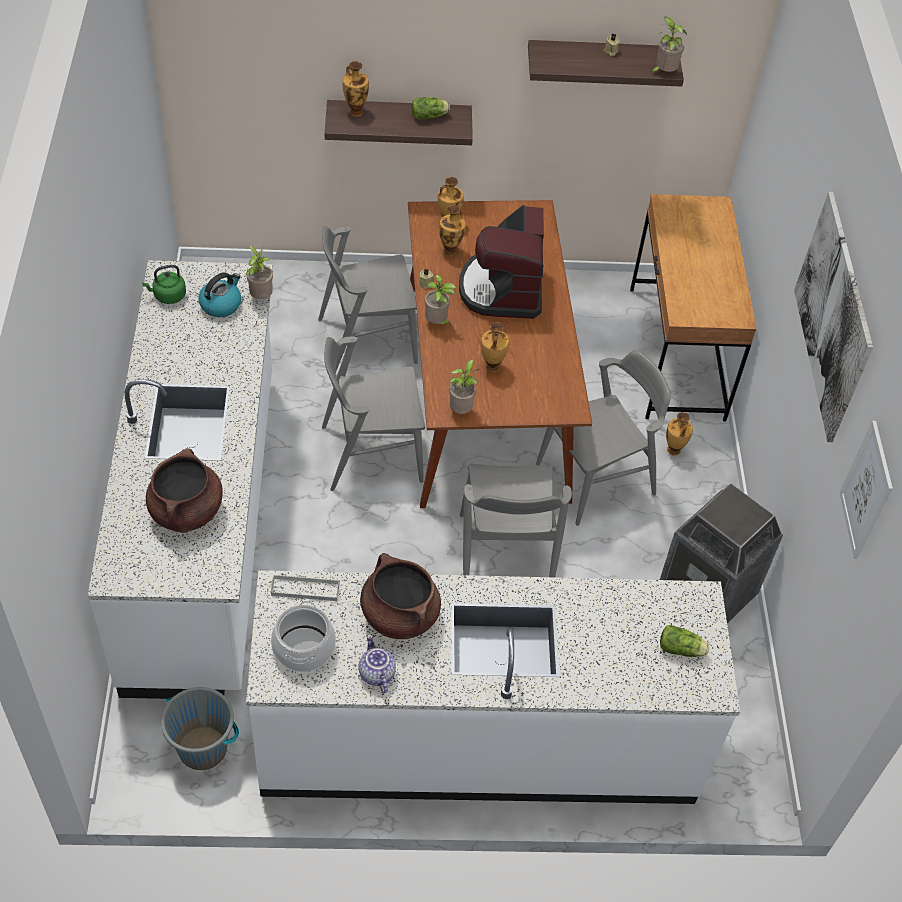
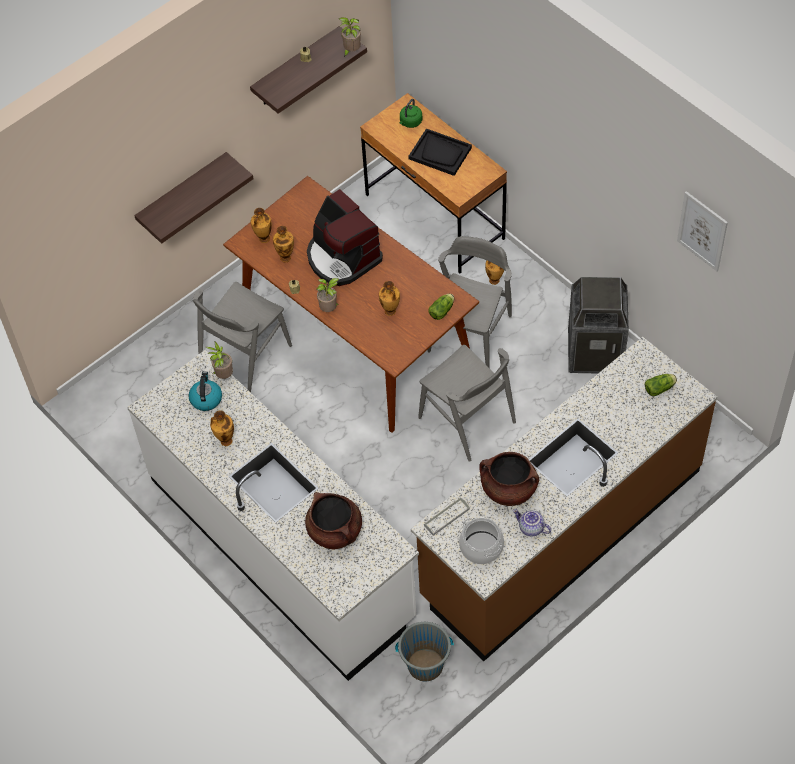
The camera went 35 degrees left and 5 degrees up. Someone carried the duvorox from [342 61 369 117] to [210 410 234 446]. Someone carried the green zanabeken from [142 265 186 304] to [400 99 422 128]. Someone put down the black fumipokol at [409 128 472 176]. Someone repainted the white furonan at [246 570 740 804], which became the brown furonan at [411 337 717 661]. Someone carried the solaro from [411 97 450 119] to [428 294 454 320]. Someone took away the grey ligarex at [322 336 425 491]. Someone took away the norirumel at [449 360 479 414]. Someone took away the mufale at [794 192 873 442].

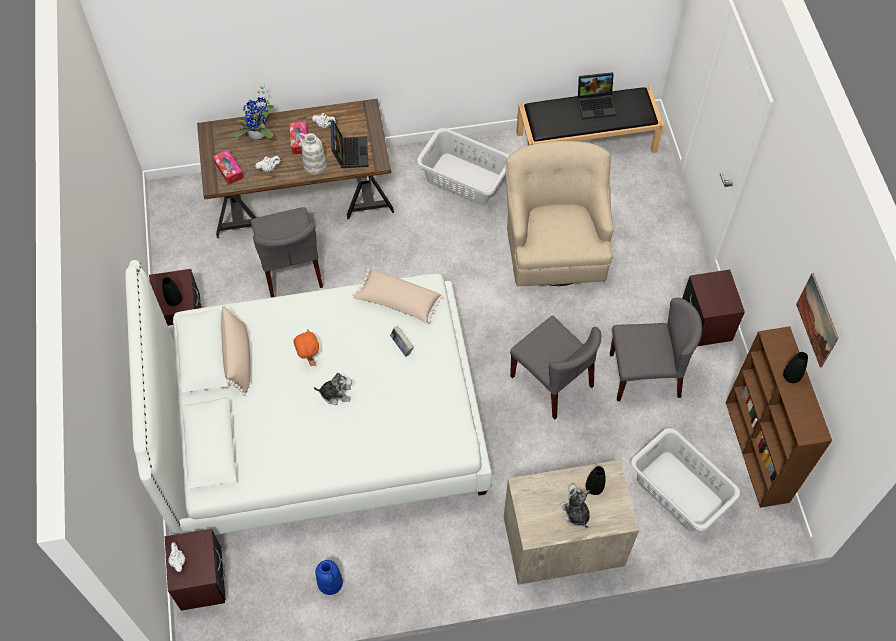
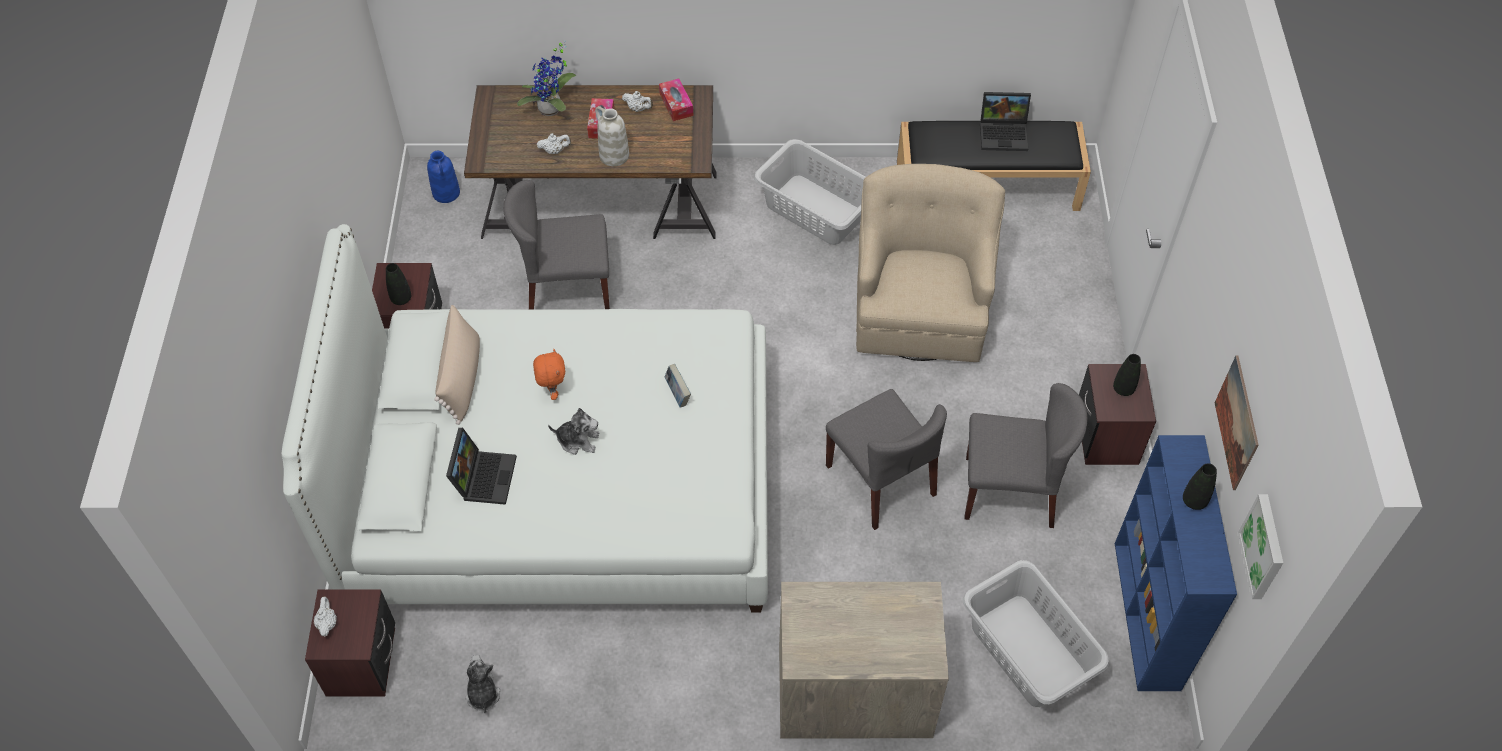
The camera went 10 degrees right and 5 degrees down. Someone carried the blue duvorox from [316 560 343 595] to [427 151 460 203]. Someone carried the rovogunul from [331 120 368 168] to [446 428 517 505]. Someone carried the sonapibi from [560 484 590 528] to [465 655 500 714]. Someone rotated the grey ligarex at [251 207 323 298] by 90 degrees clockwise. Someone carried the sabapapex from [213 150 244 185] to [659 79 693 121]. Someone carried the black duvorox from [586 466 606 495] to [1113 354 1141 396]. Someone repainted the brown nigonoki at [726 326 832 508], which became the blue nigonoki at [1115 435 1237 691]. Someone put up the mufale at [1238 494 1283 599]. Someone took away the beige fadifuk at [353 269 443 323].

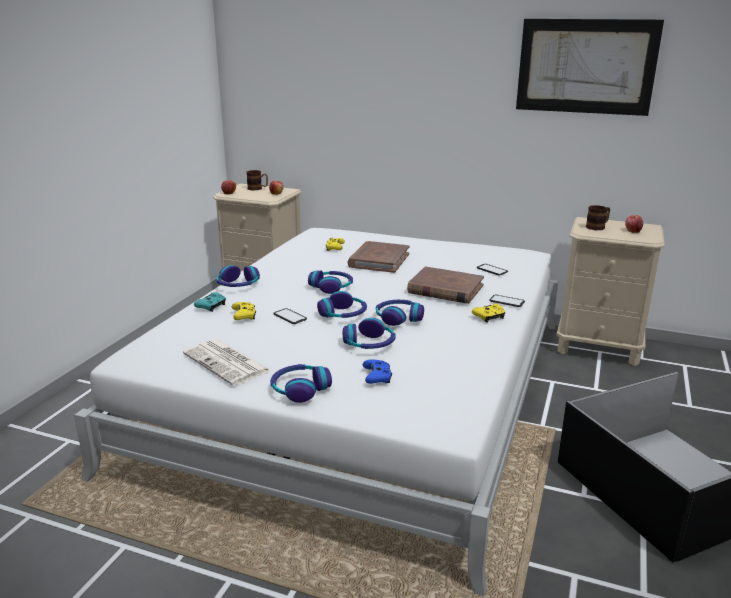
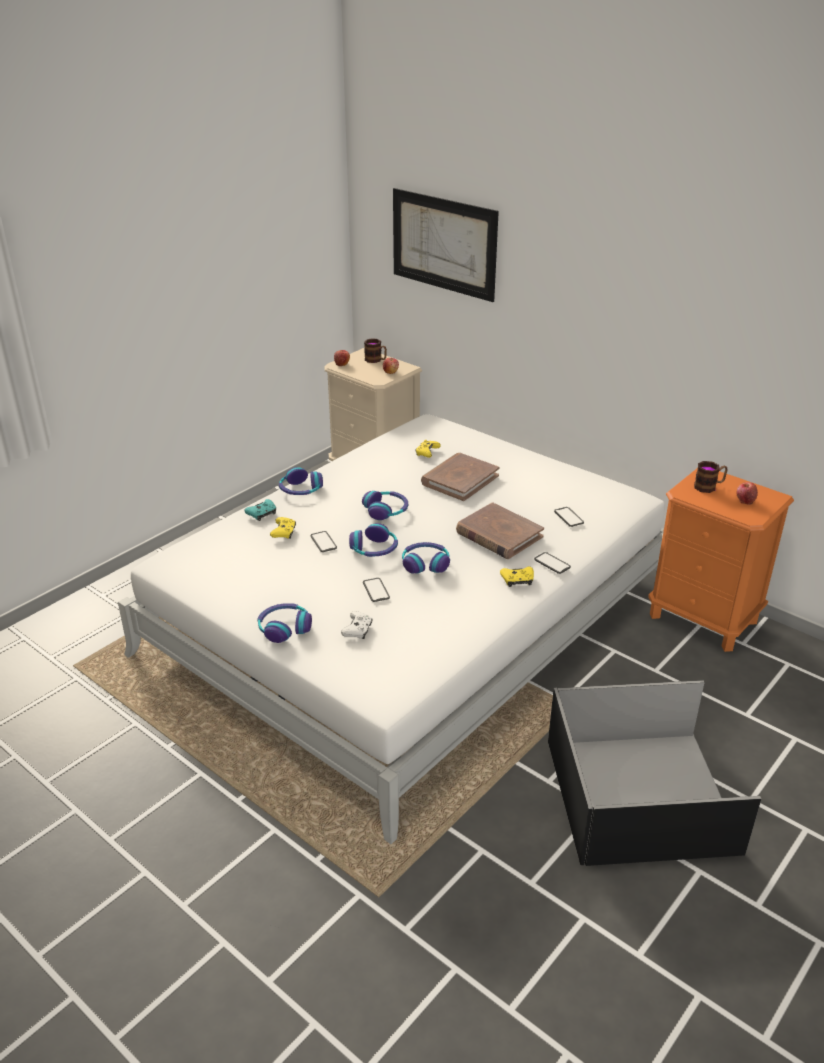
The camera went 20 degrees right and 10 degrees up. Someone repainted the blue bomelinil at [363 359 392 384], which became the white bomelinil at [341 611 372 639]. Someone swapped the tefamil at [343 318 395 349] for the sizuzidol at [363 578 390 602]. Someone carried the mufale from [516 19 664 116] to [393 188 499 302]. Someone repainted the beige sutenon at [556 217 665 366], which became the orange sutenon at [648 468 794 652]. Someone took away the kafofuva at [183 339 271 386].

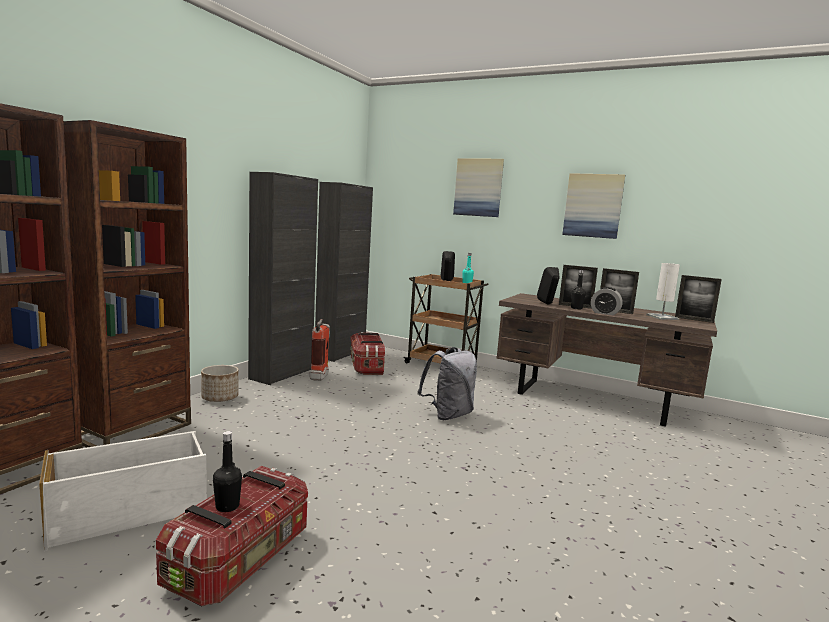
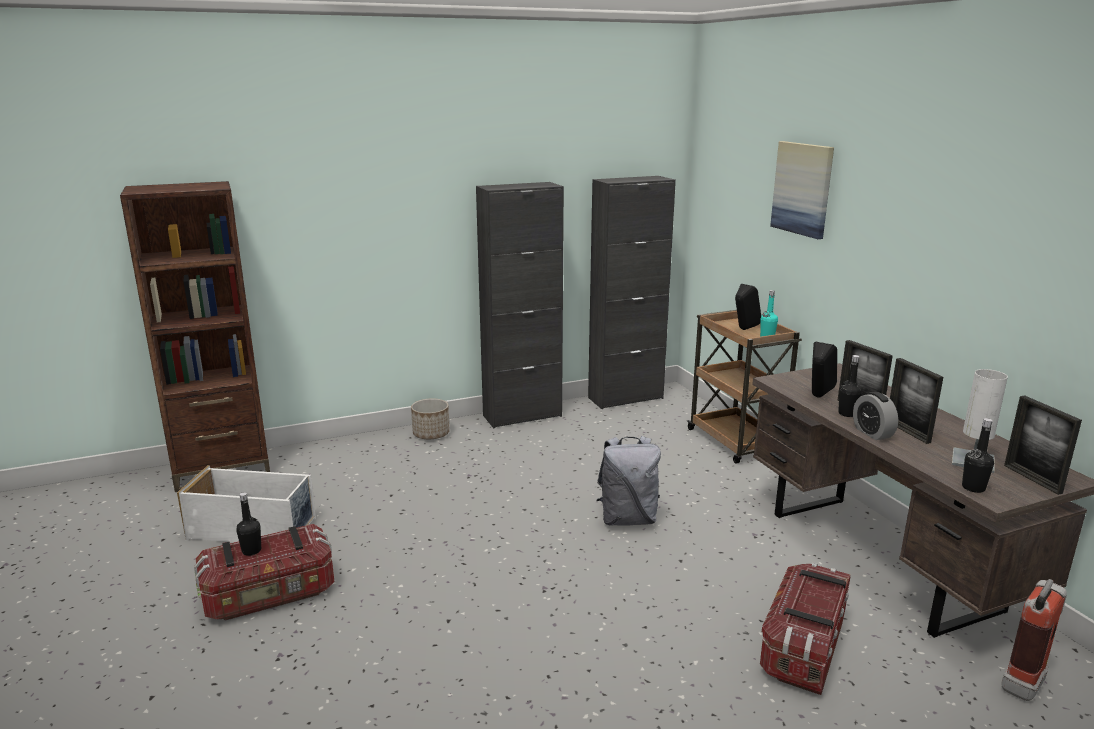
The camera went 40 degrees right and 10 degrees up. Someone carried the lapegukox from [350 332 385 375] to [760 563 850 695]. Someone put down the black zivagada at [962 418 994 493]. Someone carried the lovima from [310 319 330 381] to [1001 579 1067 701]. Someone took away the brown nigonoki at [63 120 191 448]. Someone took away the mufale at [562 173 625 239].

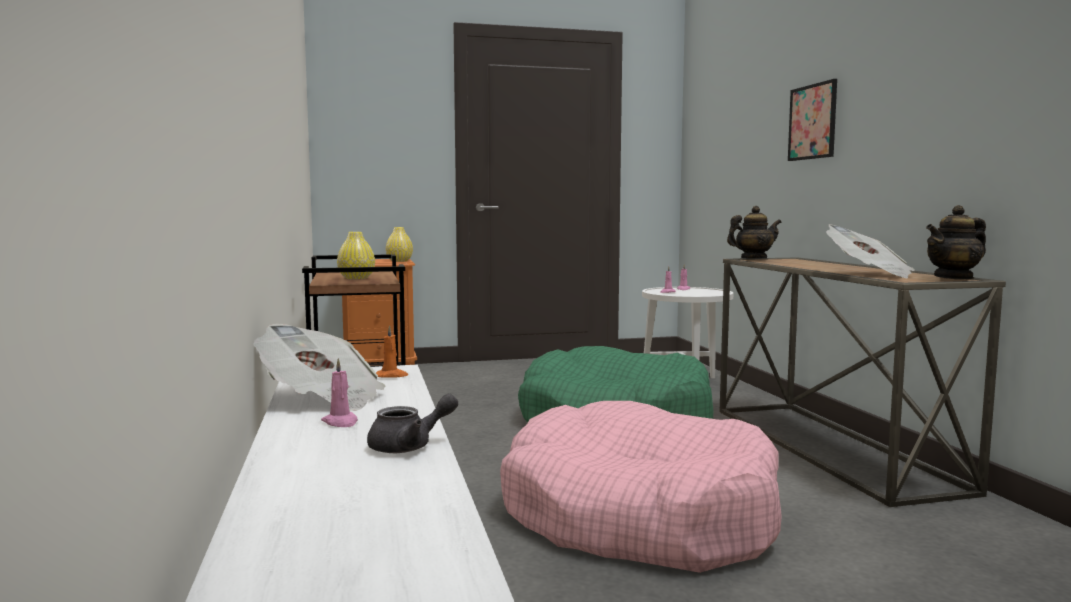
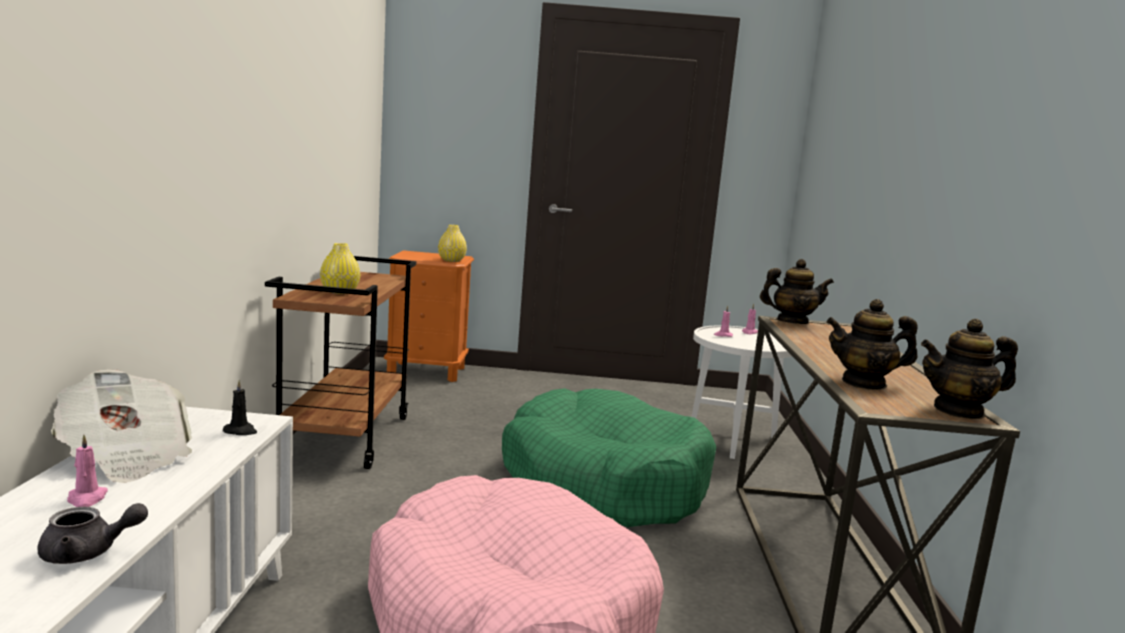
The camera went 15 degrees right and 5 degrees up. Someone repainted the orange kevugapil at [376 325 408 378], which became the black kevugapil at [223 380 257 435]. Someone swapped the kafofuva at [826 224 915 278] for the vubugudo at [826 299 918 390]. Someone took away the mufale at [788 79 837 161].

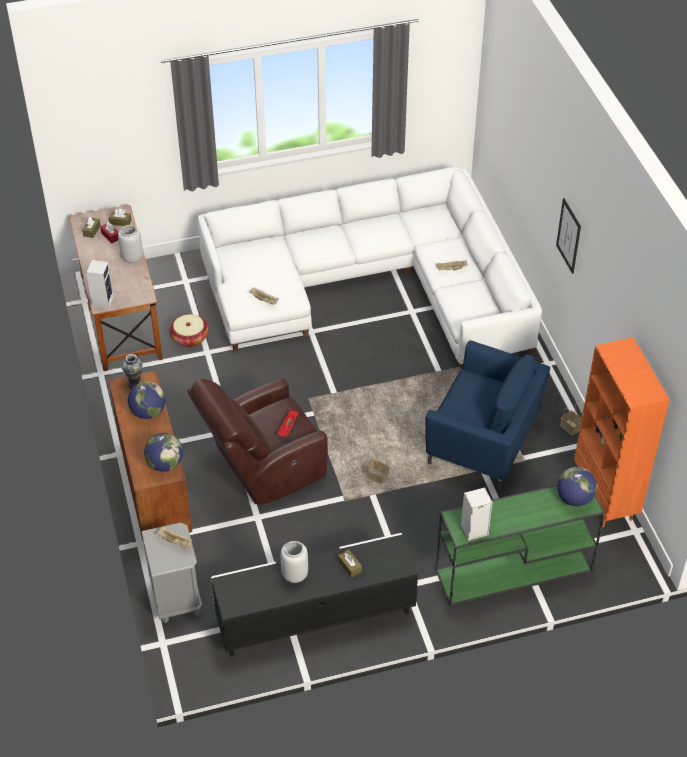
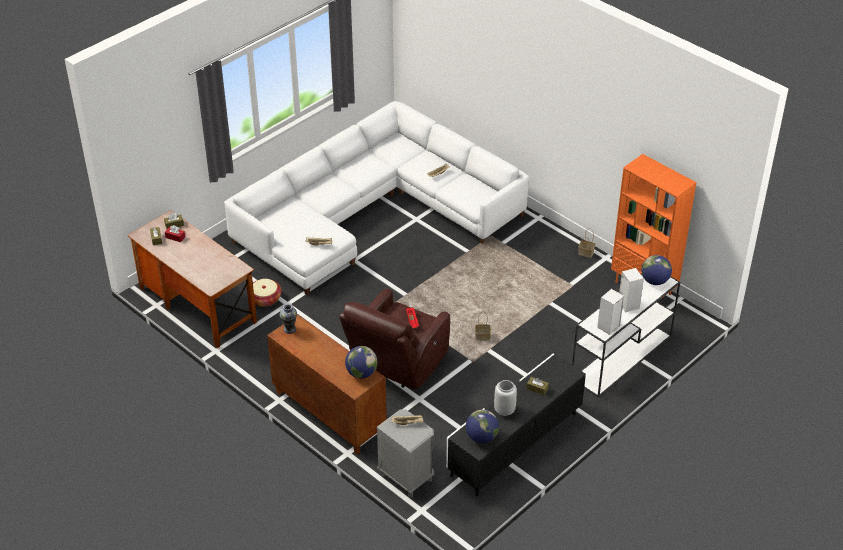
The camera went 30 degrees left and 5 degrees down. Someone carried the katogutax from [128 381 166 419] to [466 410 499 443]. Someone repainted the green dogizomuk at [435 485 605 606], which became the white dogizomuk at [572 274 680 398]. Someone carried the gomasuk from [86 260 114 308] to [619 268 644 312]. Someone took away the grey duvorox at [118 225 143 263]. Someone took away the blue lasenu at [425 340 550 489]. Someone took away the mufale at [556 198 581 274].

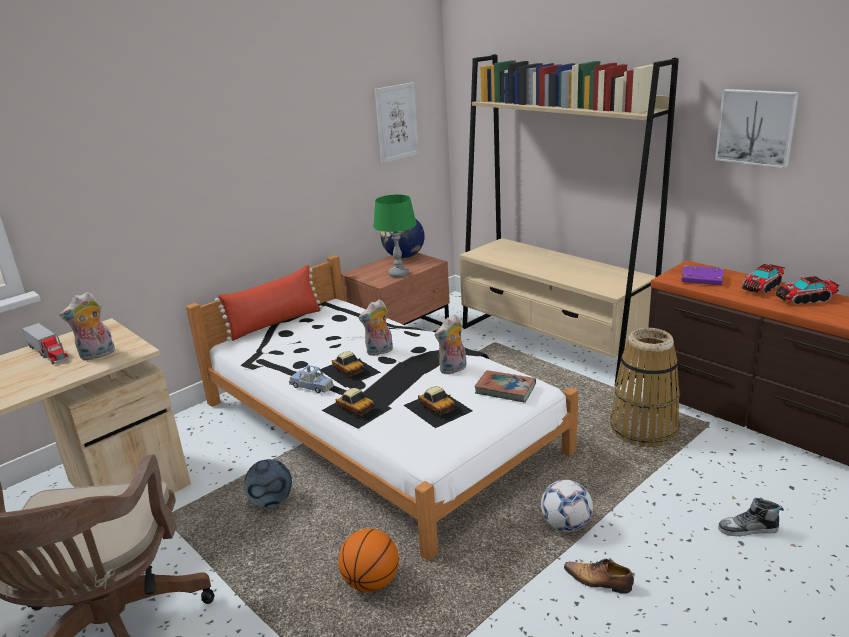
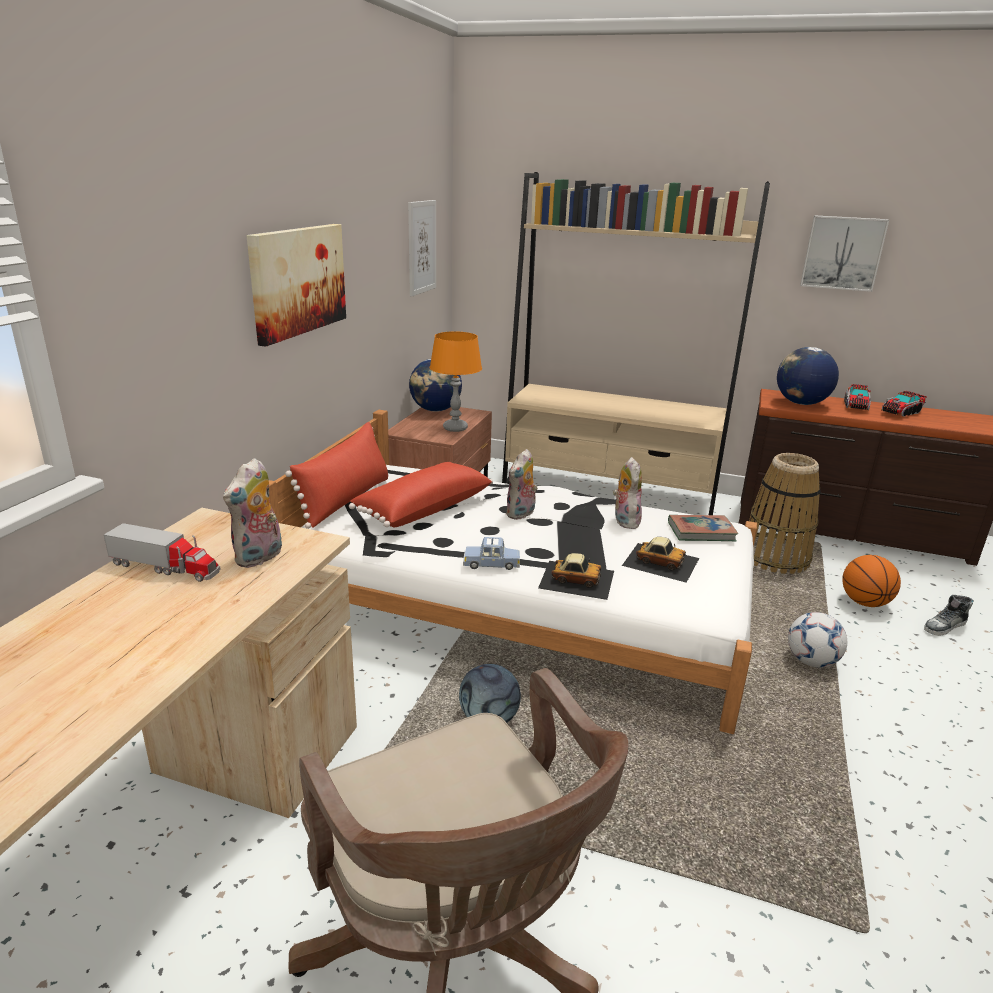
The camera went 30 degrees left and 0 degrees up. Someone put up the mufale at [246 224 346 347]. Someone put down the red fadifuk at [349 462 493 527]. Someone repainted the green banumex at [373 195 417 277], which became the orange banumex at [430 331 482 432]. Someone rotated the sonapibi at [435 314 467 374] by 150 degrees clockwise. Someone swapped the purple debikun at [681 265 724 285] for the katogutax at [777 347 839 405]. Someone carried the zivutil from [338 529 399 592] to [842 555 901 607]. Someone took away the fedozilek at [320 351 381 388]. Someone took away the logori at [564 559 634 594].

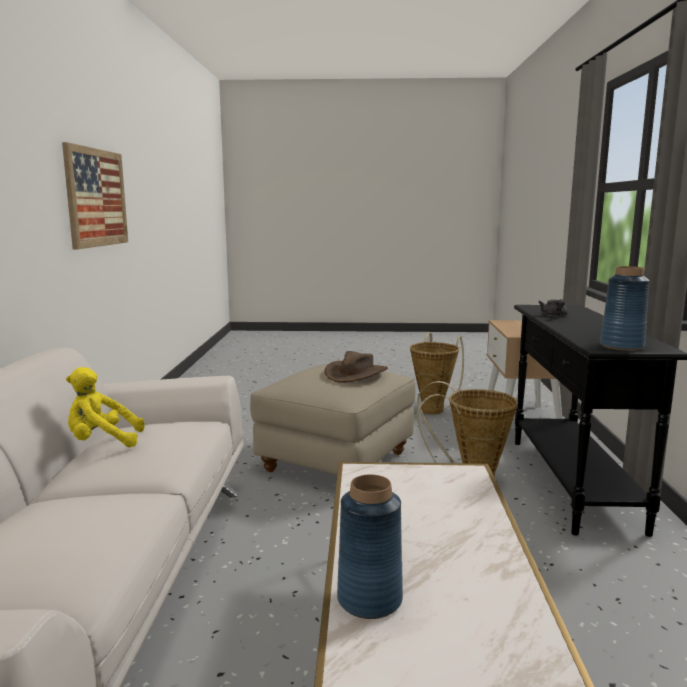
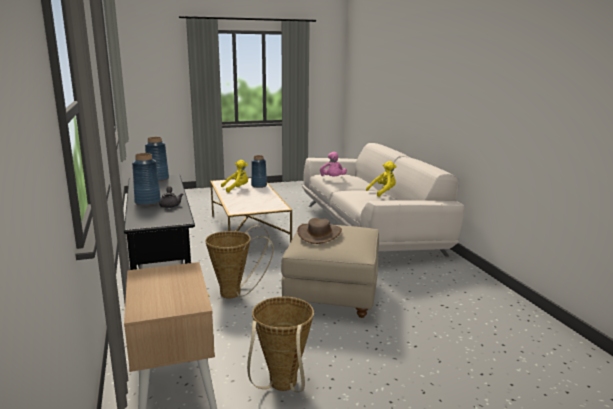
The camera went 160 degrees right and 5 degrees up. Someone put down the blue duvorox at [132 153 161 206]. Someone put down the yellow sonapibi at [221 160 248 193]. Someone put down the pink sonapibi at [320 152 347 177]. Someone took away the mufale at [62 142 128 250].

